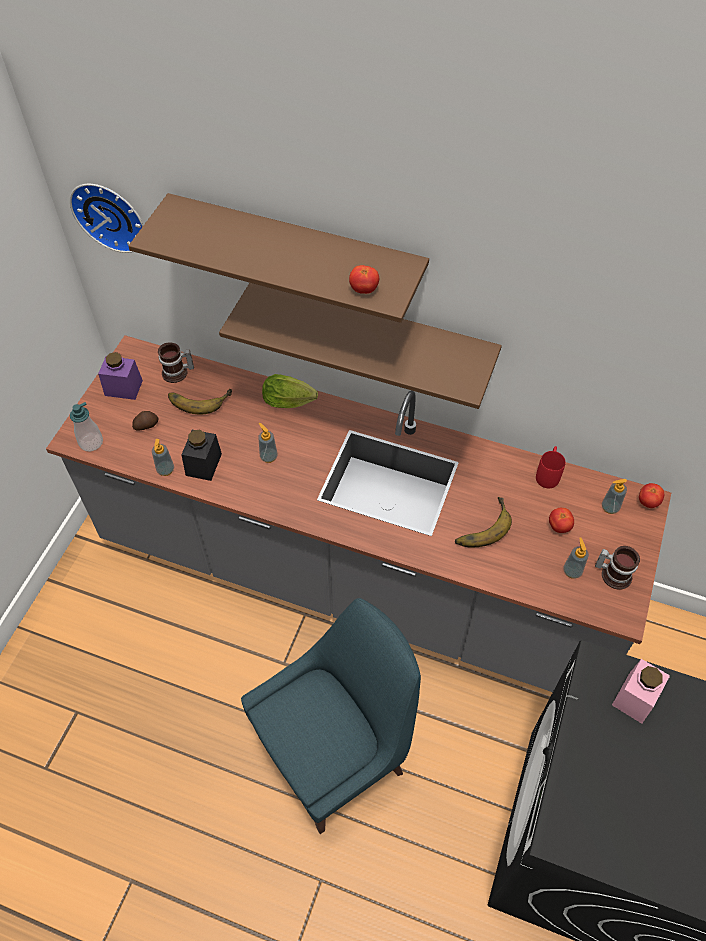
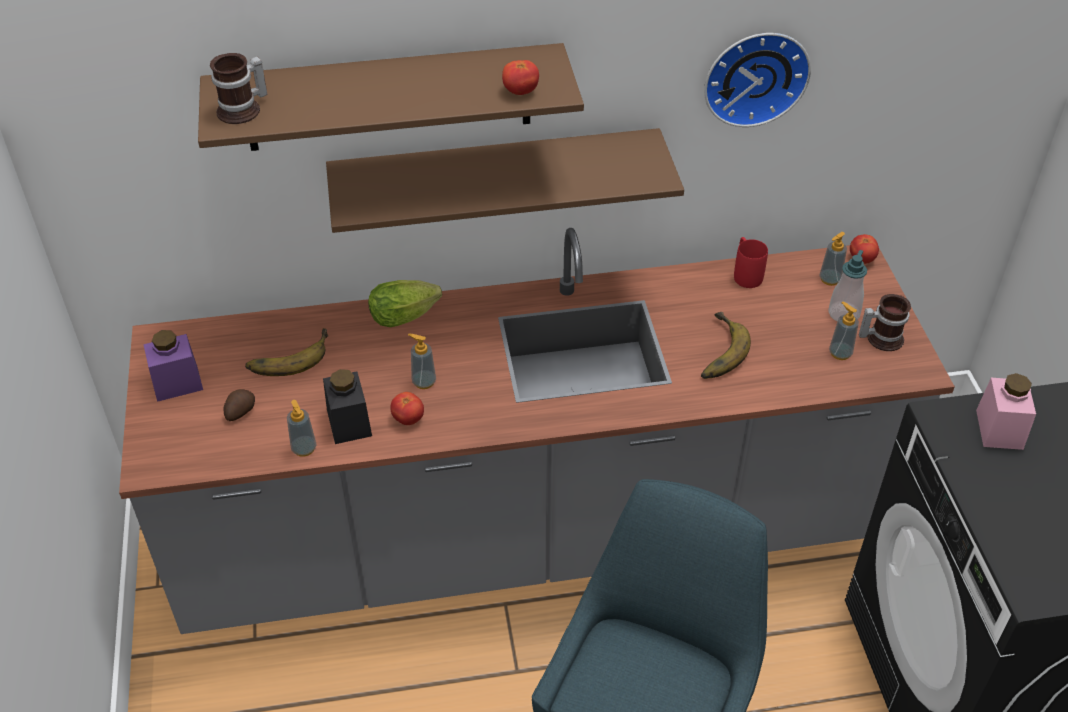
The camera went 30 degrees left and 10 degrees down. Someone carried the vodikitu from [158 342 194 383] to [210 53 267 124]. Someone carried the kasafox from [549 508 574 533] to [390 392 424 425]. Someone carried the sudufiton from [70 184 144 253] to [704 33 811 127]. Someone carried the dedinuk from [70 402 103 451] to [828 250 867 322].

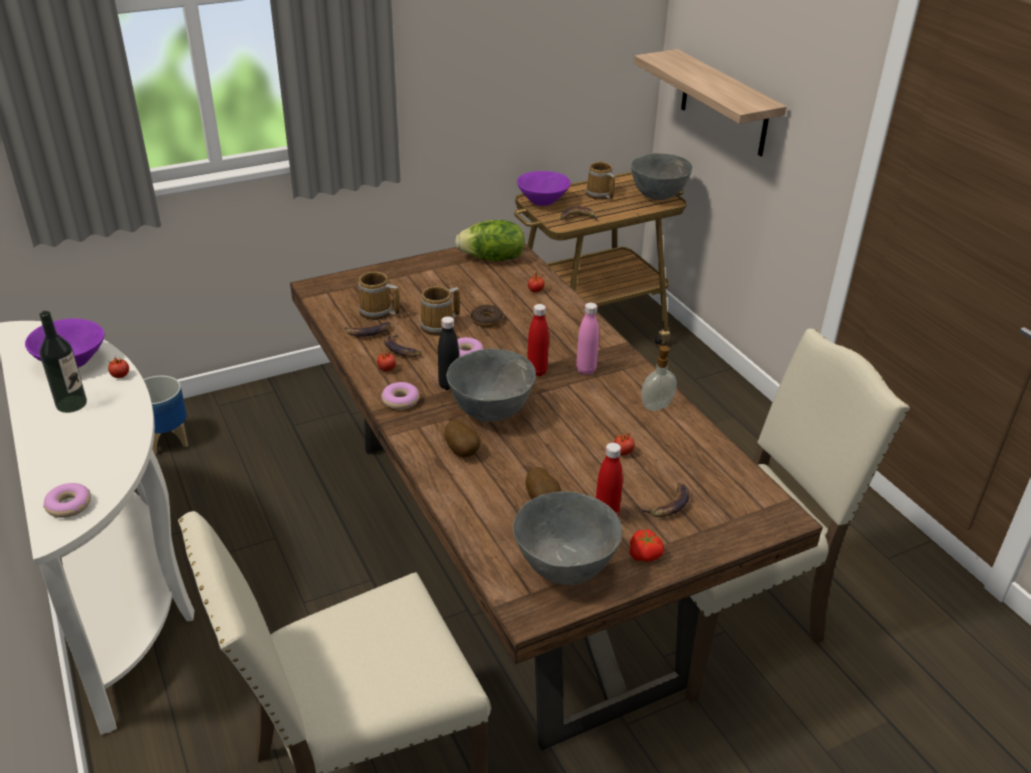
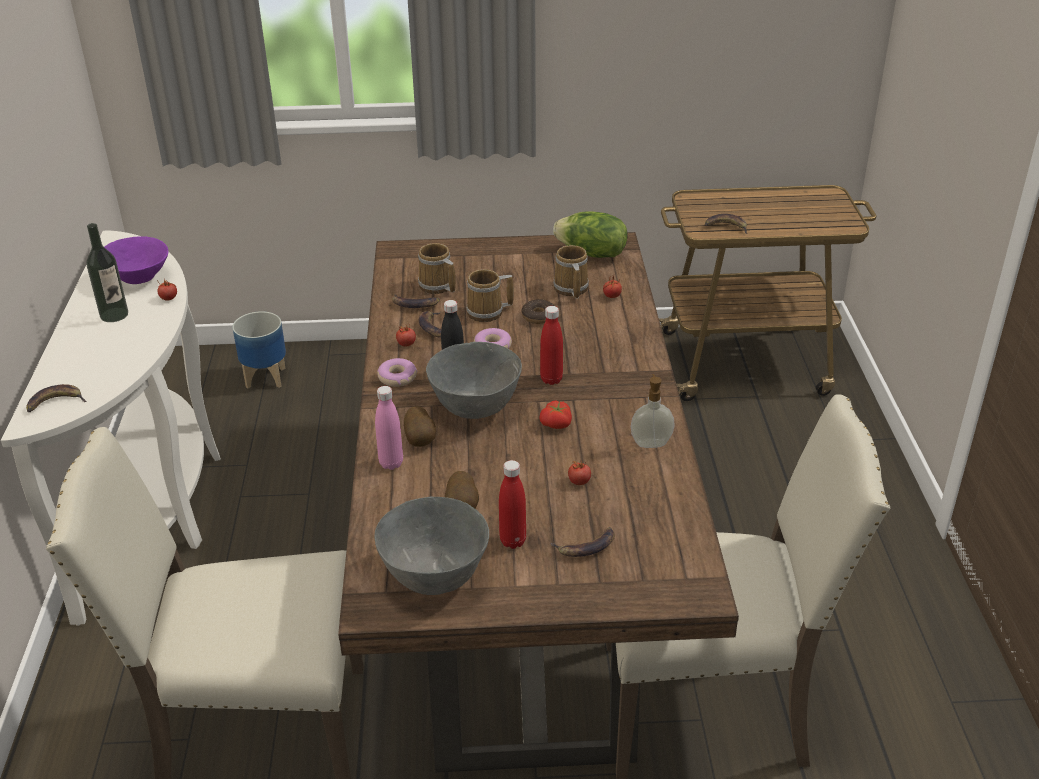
The camera went 25 degrees right and 0 degrees up. Someone swapped the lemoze at [43 483 91 518] for the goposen at [26 384 87 412]. Someone carried the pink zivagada from [576 303 599 375] to [375 386 403 470]. Someone carried the kasafox from [630 529 664 562] to [540 400 572 429]. Someone carried the vodikitu from [586 162 615 200] to [553 245 589 298]. Someone took away the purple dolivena at [517 171 571 206]. Someone took away the grey dolivena at [631 153 692 200]. Someone took away the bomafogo at [634 49 787 156].

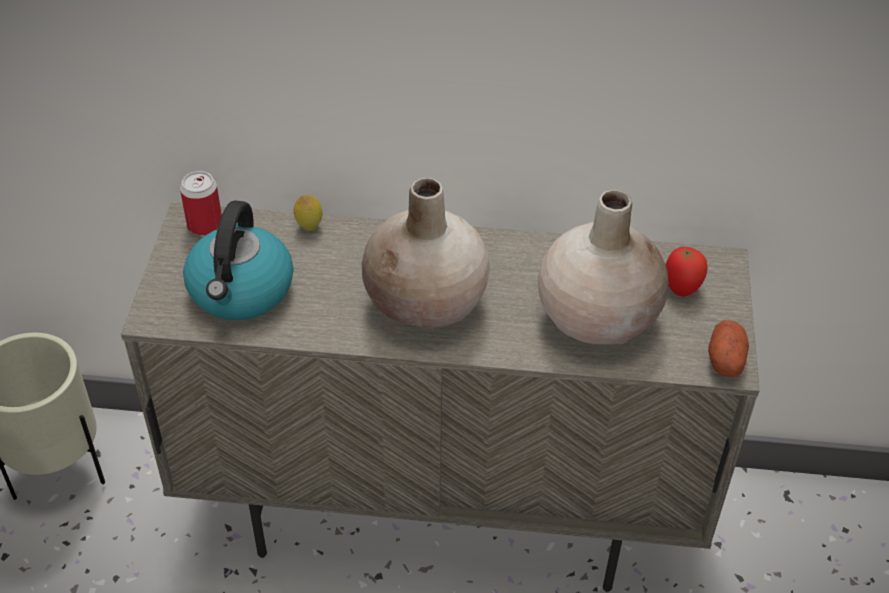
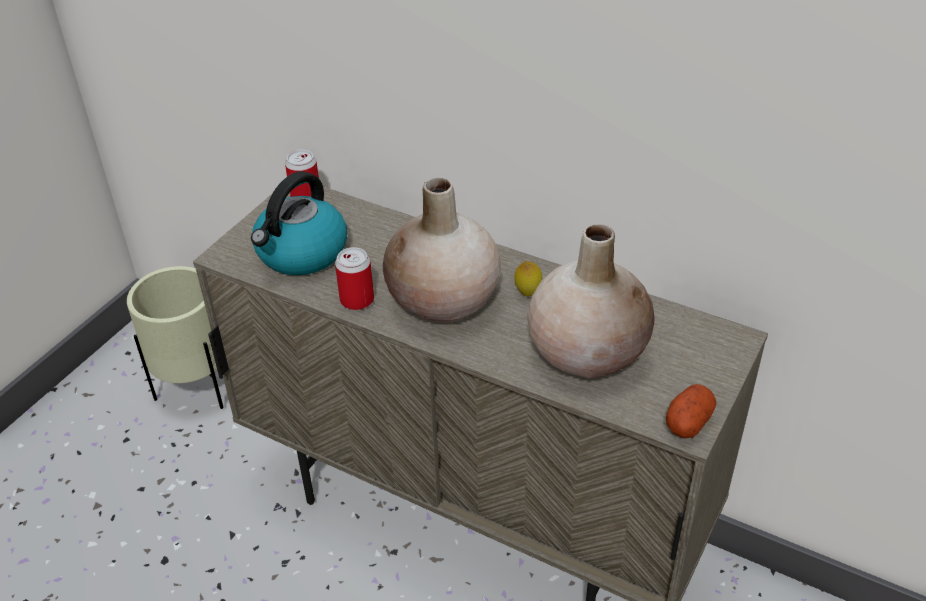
The camera went 25 degrees right and 5 degrees down. Someone put down the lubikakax at [335 247 374 310]. Someone carried the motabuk from [293 195 322 231] to [514 261 542 297]. Someone took away the kasafox at [666 246 707 297].

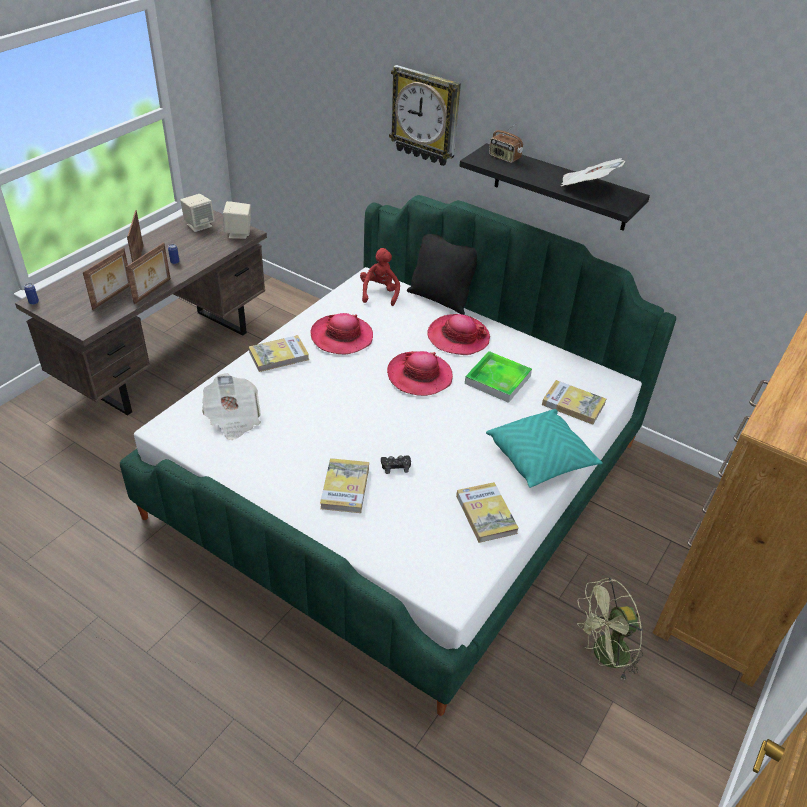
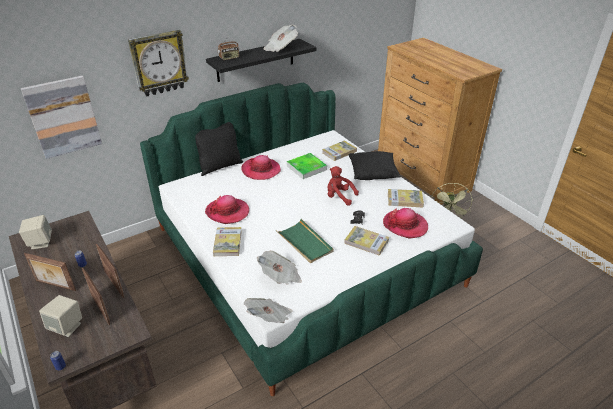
The camera went 65 degrees left and 5 degrees down. Someone put up the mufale at [21 75 102 159]. Someone carried the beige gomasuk from [223 201 251 239] to [39 295 82 337]. Someone put down the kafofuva at [244 298 293 323]. Someone put down the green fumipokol at [276 219 334 263]. Someone carried the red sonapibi from [360 248 400 306] to [327 166 359 206]. Someone repainted the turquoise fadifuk at [486 409 603 488], which became the black fadifuk at [348 151 401 180]. Someone carried the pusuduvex from [387 351 453 396] to [383 208 428 239].

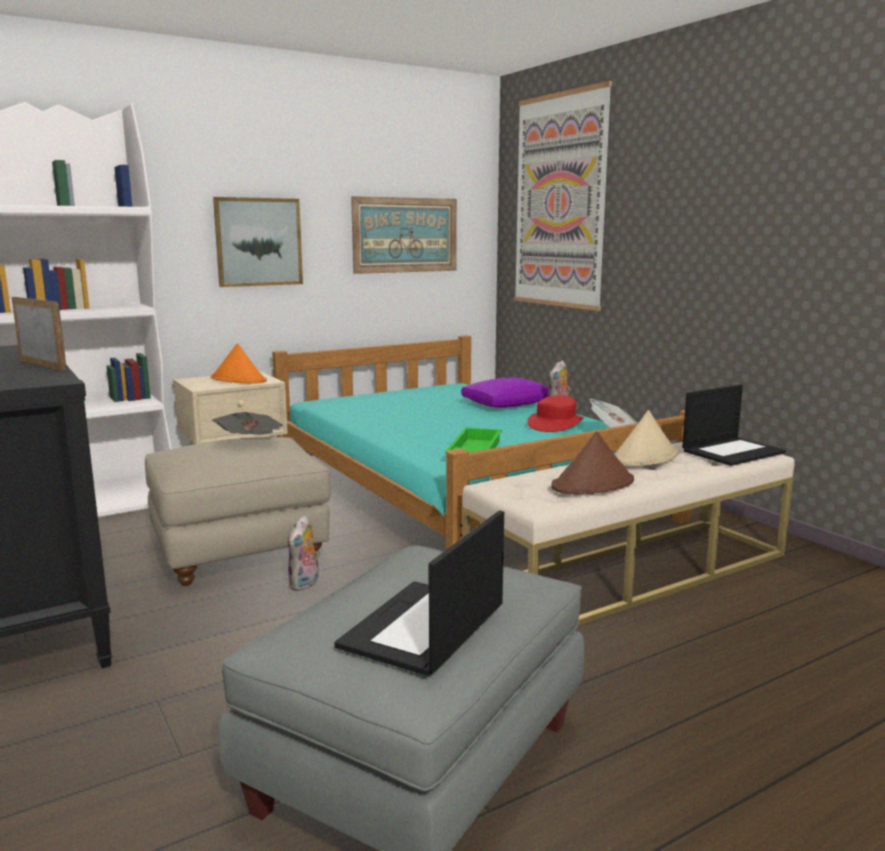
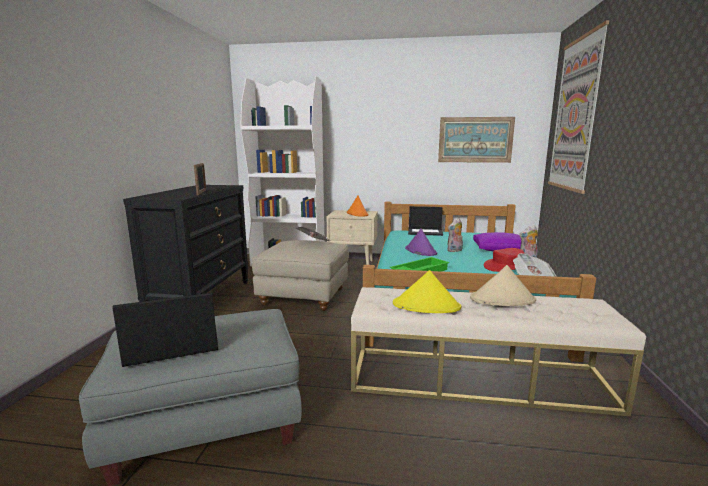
The camera went 40 degrees right and 0 degrees up. Someone repainted the brown pusuduvex at [551 432 634 494], which became the yellow pusuduvex at [393 270 461 313]. Someone put down the purple pusuduvex at [405 229 437 256]. Someone carried the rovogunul from [682 384 786 466] to [408 206 443 236]. Someone carried the sonapibi from [288 515 320 591] to [447 218 463 252]. Someone took away the mufale at [213 197 303 287].

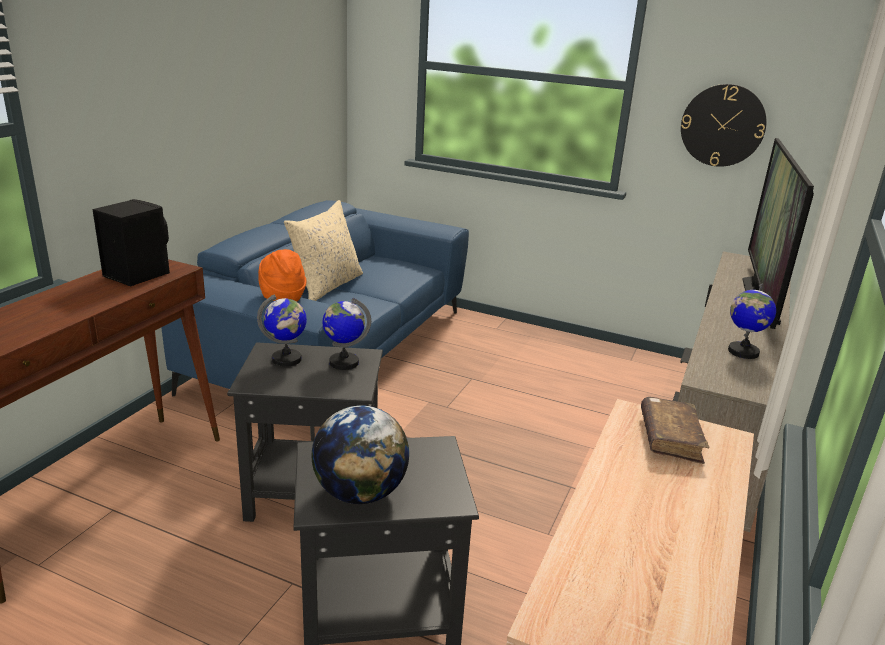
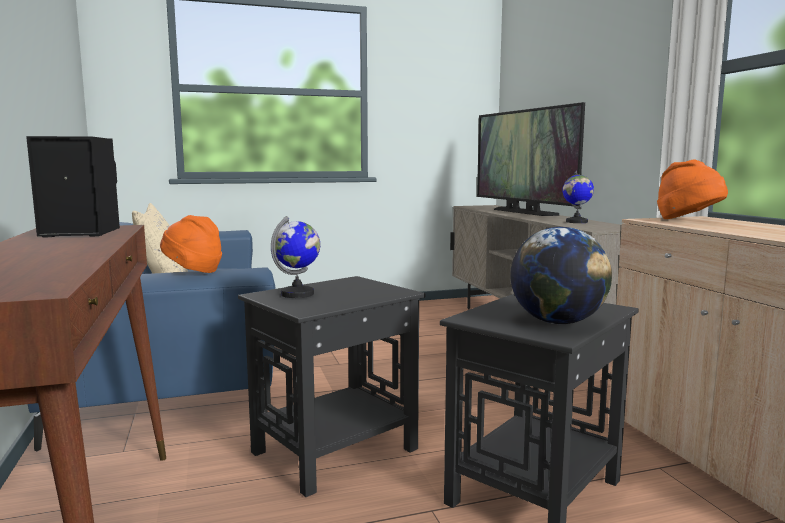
The camera went 40 degrees left and 15 degrees down. Someone swapped the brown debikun at [641 397 709 464] for the orange pusuduvex at [657 159 728 219]. Someone took away the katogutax at [322 298 371 370]. Someone took away the sudufiton at [681 84 767 167].

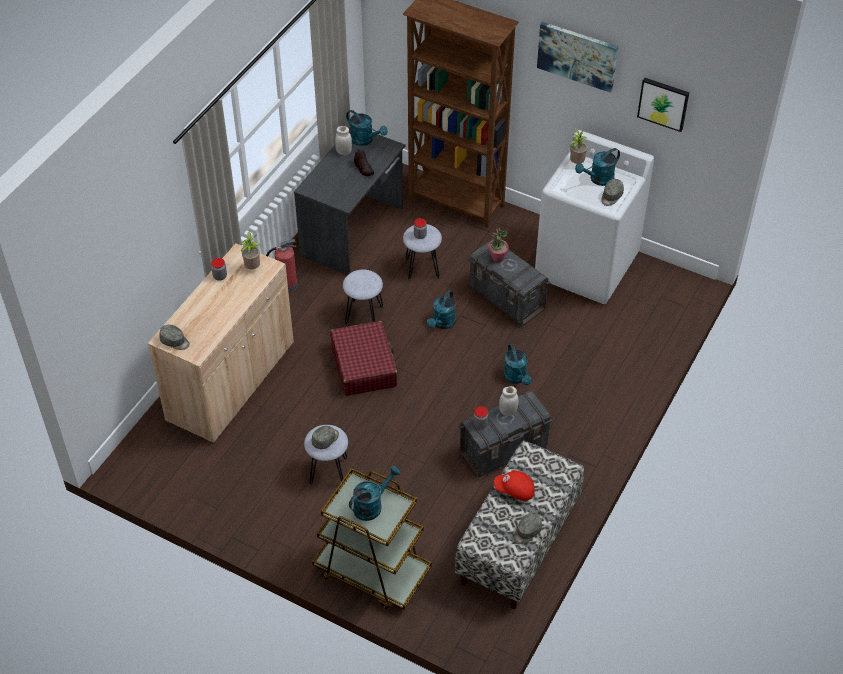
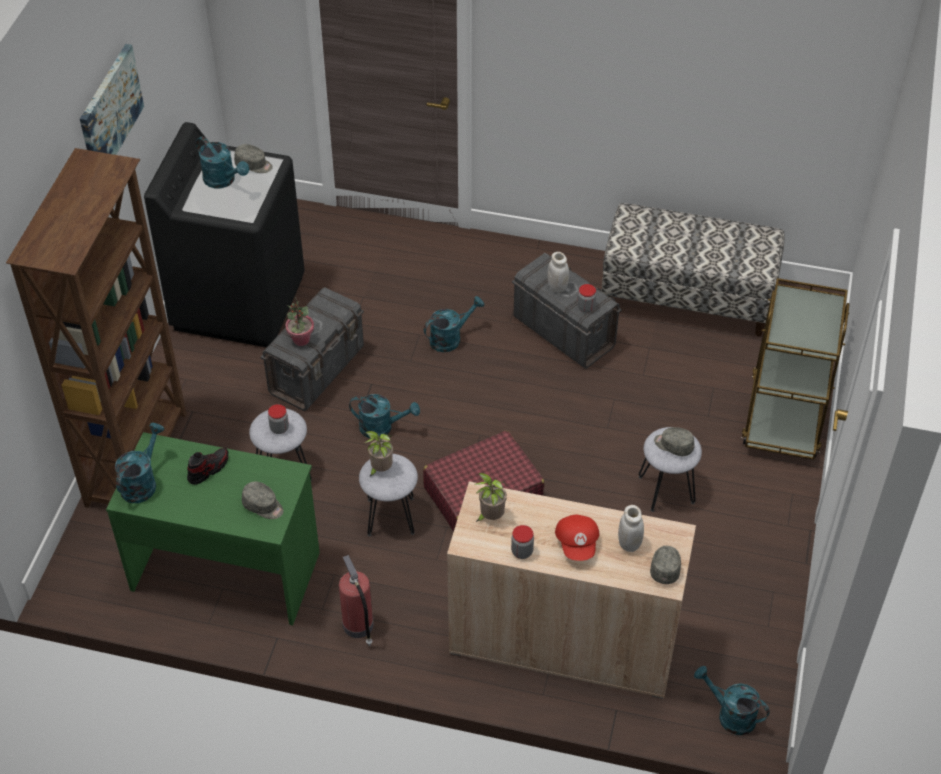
The camera went 105 degrees left and 0 degrees up. Someone repainted the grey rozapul at [294 127 405 275], which became the green rozapul at [106 432 320 625]. Someone repainted the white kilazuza at [535 130 654 304], which became the black kilazuza at [144 122 305 347]. Someone carried the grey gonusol from [513 513 542 544] to [242 482 283 519]. Someone carried the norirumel from [570 128 587 164] to [365 431 393 477]. Someone carried the red gonusol from [494 471 535 501] to [555 515 599 561]. Someone carried the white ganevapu from [335 126 352 156] to [618 505 644 552]. Someone carried the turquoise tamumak from [349 466 401 521] to [694 666 770 735]. Someone took away the mufale at [637 78 689 132].

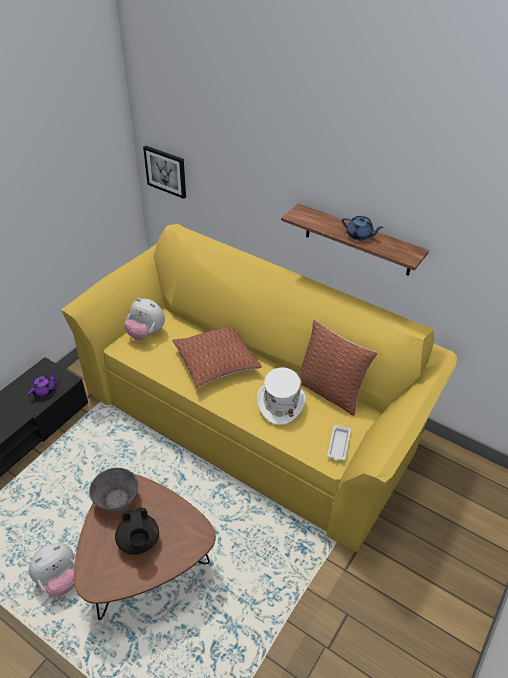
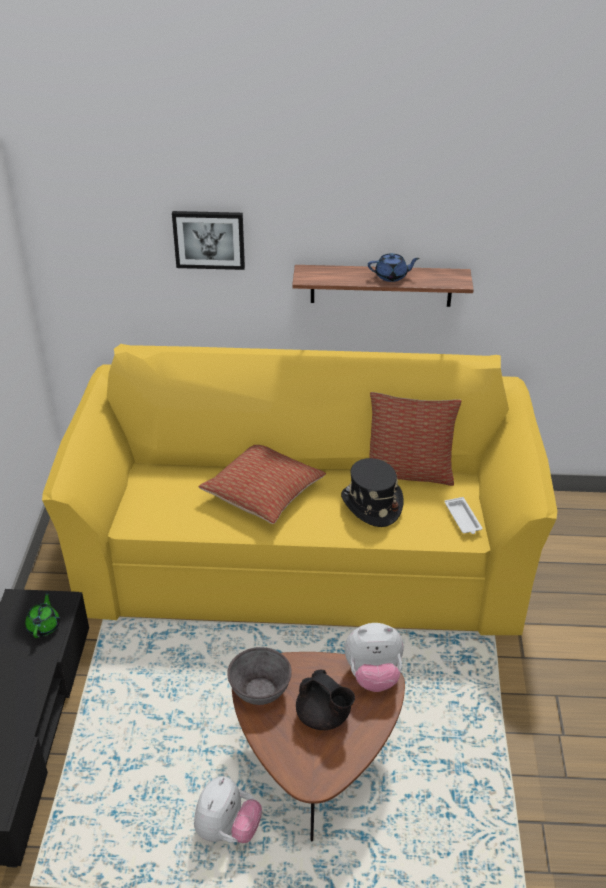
The camera went 30 degrees left and 5 degrees down. Someone repainted the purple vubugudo at [28 370 56 397], which became the green vubugudo at [25 591 60 638]. Someone carried the mufale from [143 146 186 199] to [172 211 245 270]. Someone repainted the white pusuduvex at [257 367 305 425], which became the black pusuduvex at [341 458 404 527]. Someone carried the sonapibi from [124 298 165 340] to [345 623 404 692].

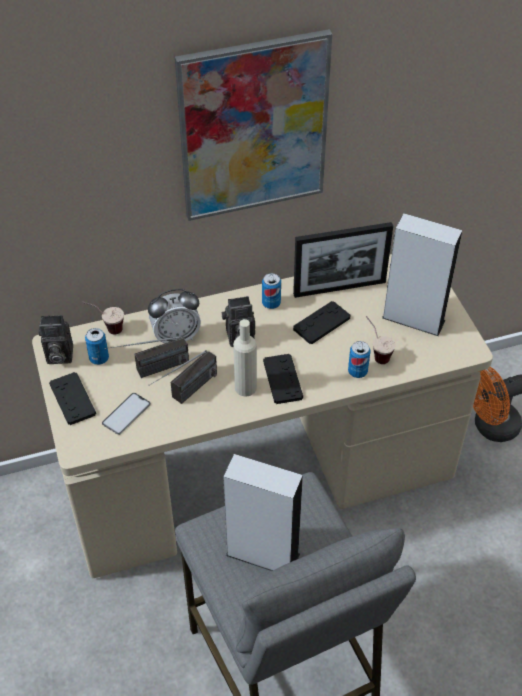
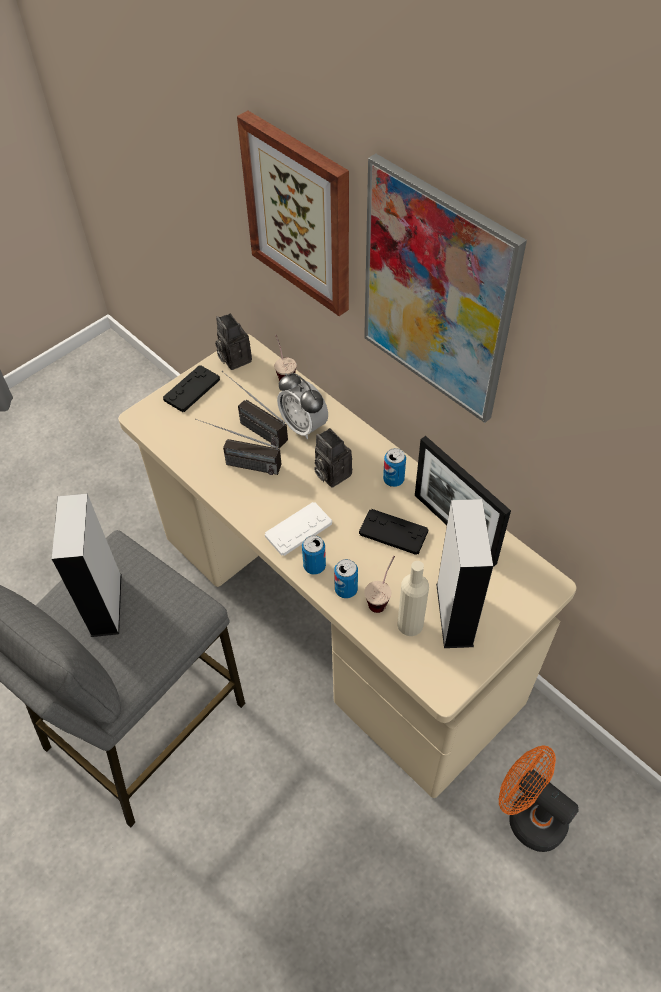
The camera went 65 degrees right and 5 degrees up. Someone put up the mufale at [237 111 349 316]. Someone repainted the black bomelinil at [263 354 303 404], which became the white bomelinil at [265 502 332 556]. Someone carried the lubikakax from [85 328 109 365] to [302 535 326 575]. Someone carried the beige zivagada from [233 319 257 397] to [398 561 429 636]. Someone took away the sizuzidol at [102 393 151 435].

